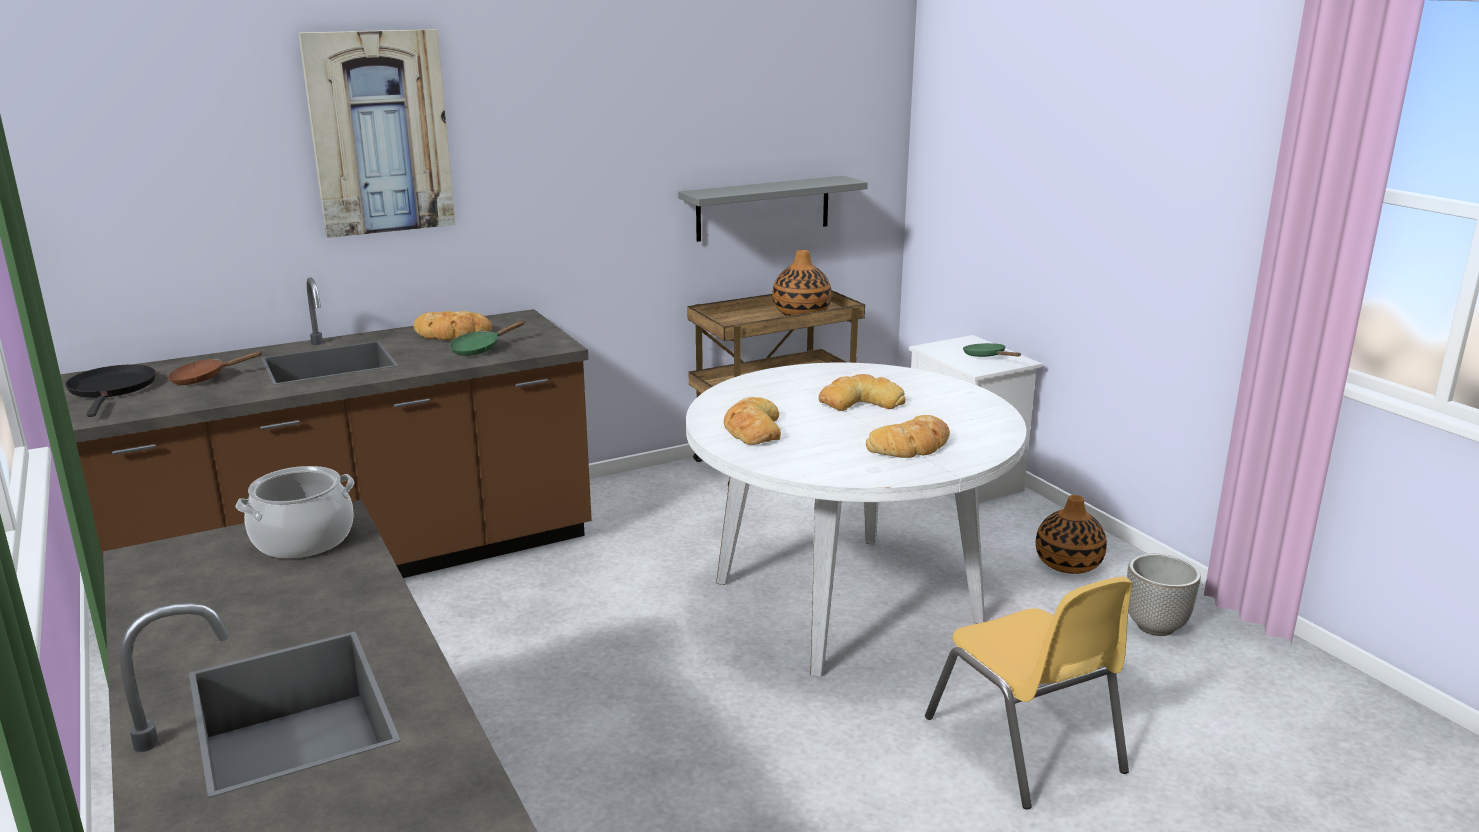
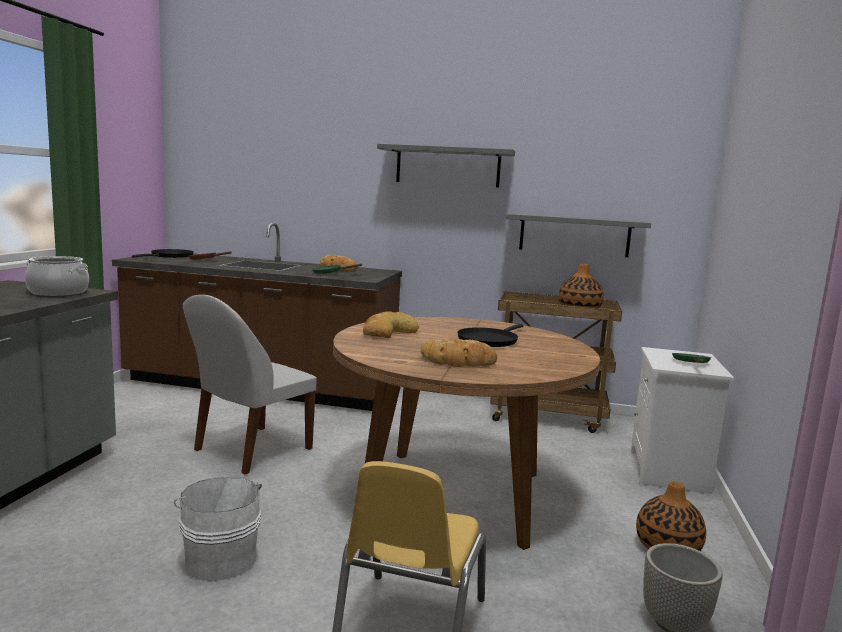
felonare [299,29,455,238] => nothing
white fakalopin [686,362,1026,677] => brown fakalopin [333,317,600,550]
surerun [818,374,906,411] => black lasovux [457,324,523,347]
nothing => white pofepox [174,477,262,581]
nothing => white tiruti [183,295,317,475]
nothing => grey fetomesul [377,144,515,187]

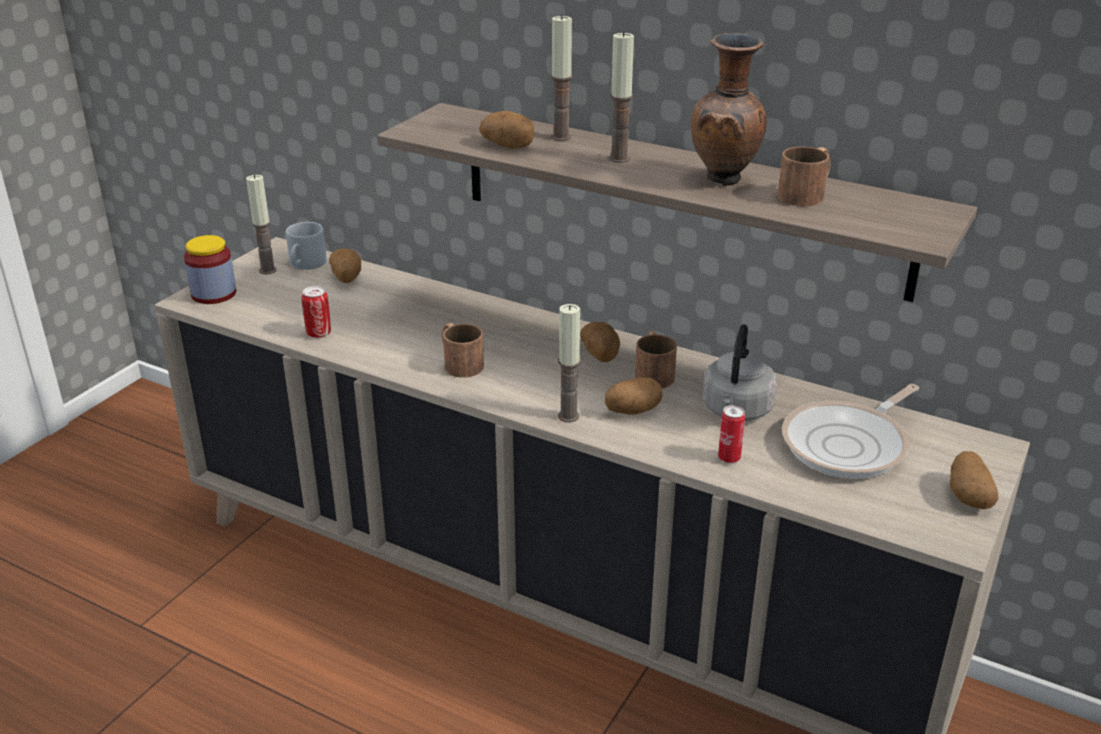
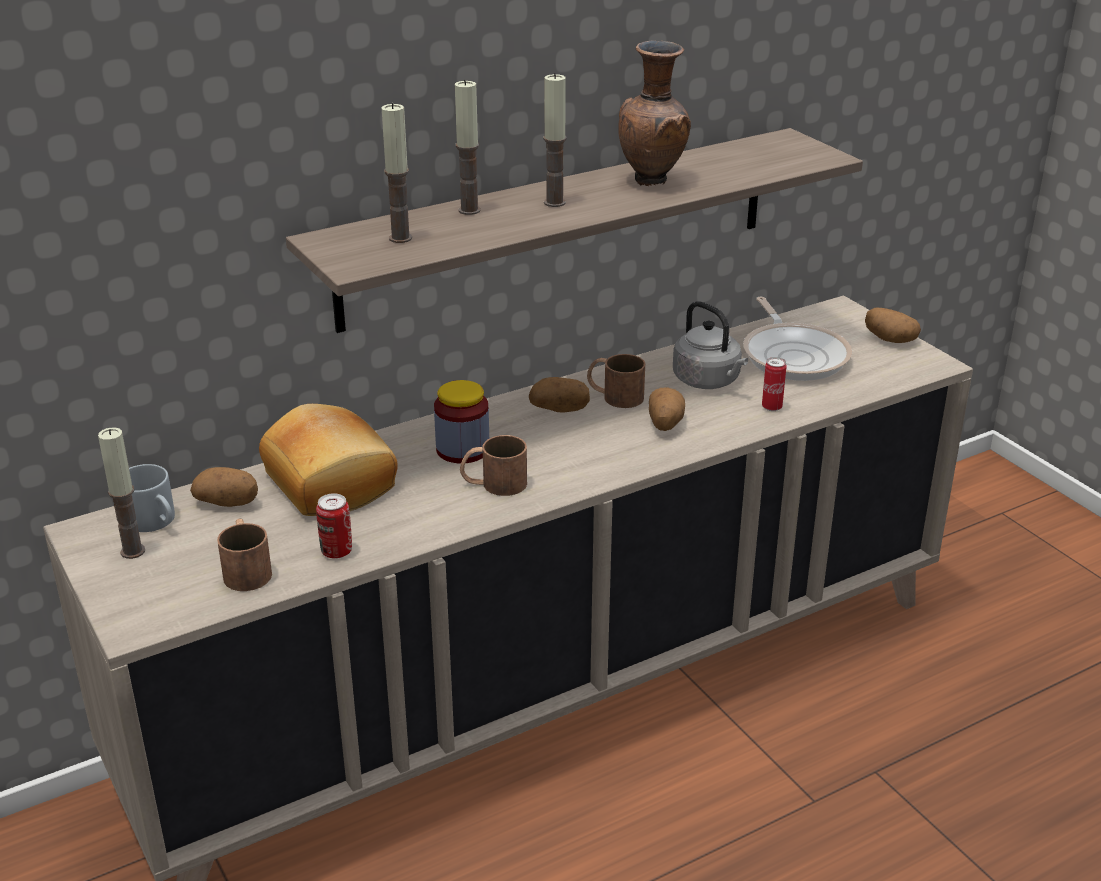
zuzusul [184,235,236,304] => zuzusul [434,380,489,463], shifted
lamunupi [479,111,535,149] => nothing
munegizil [558,304,581,422] => munegizil [381,103,412,243], shifted
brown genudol [778,147,830,207] => brown genudol [217,518,272,591], shifted
nothing => surerun [259,404,398,516]

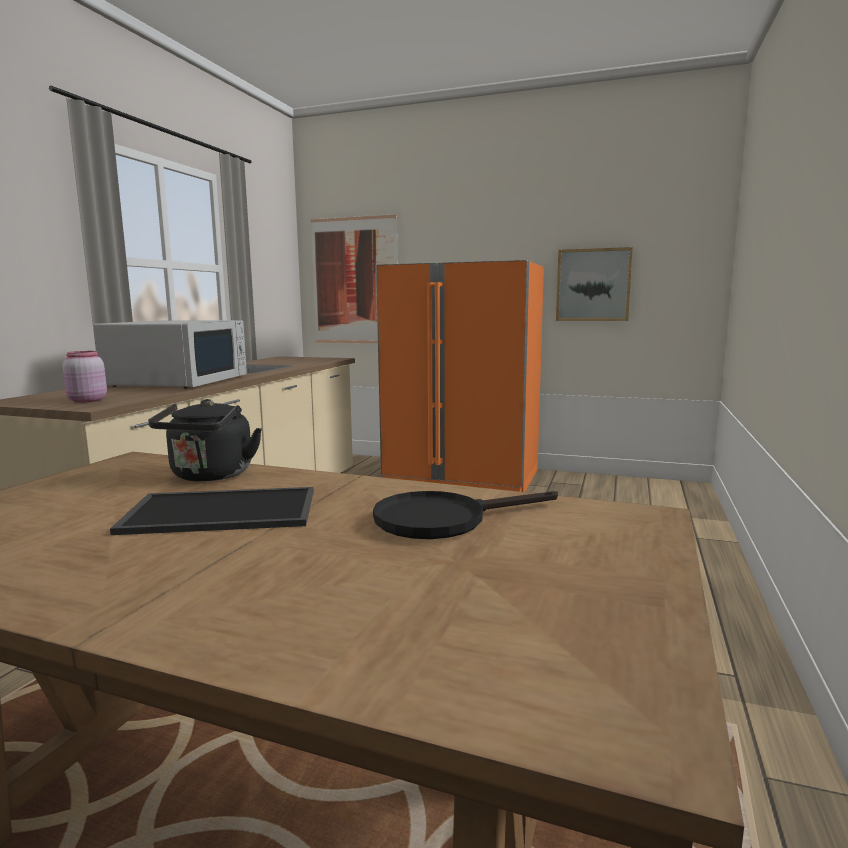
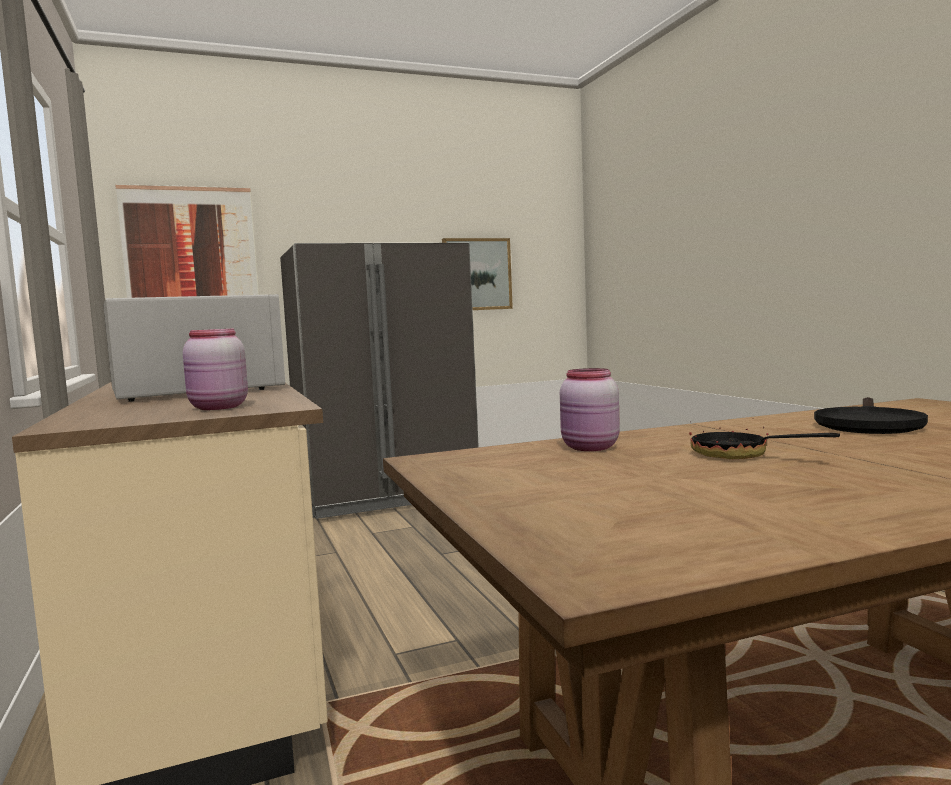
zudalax [110,487,313,535] => lasovux [689,418,840,459]
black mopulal [148,399,262,482] => pink zuzusul [560,368,620,451]
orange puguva [376,260,544,492] => grey puguva [280,243,479,519]

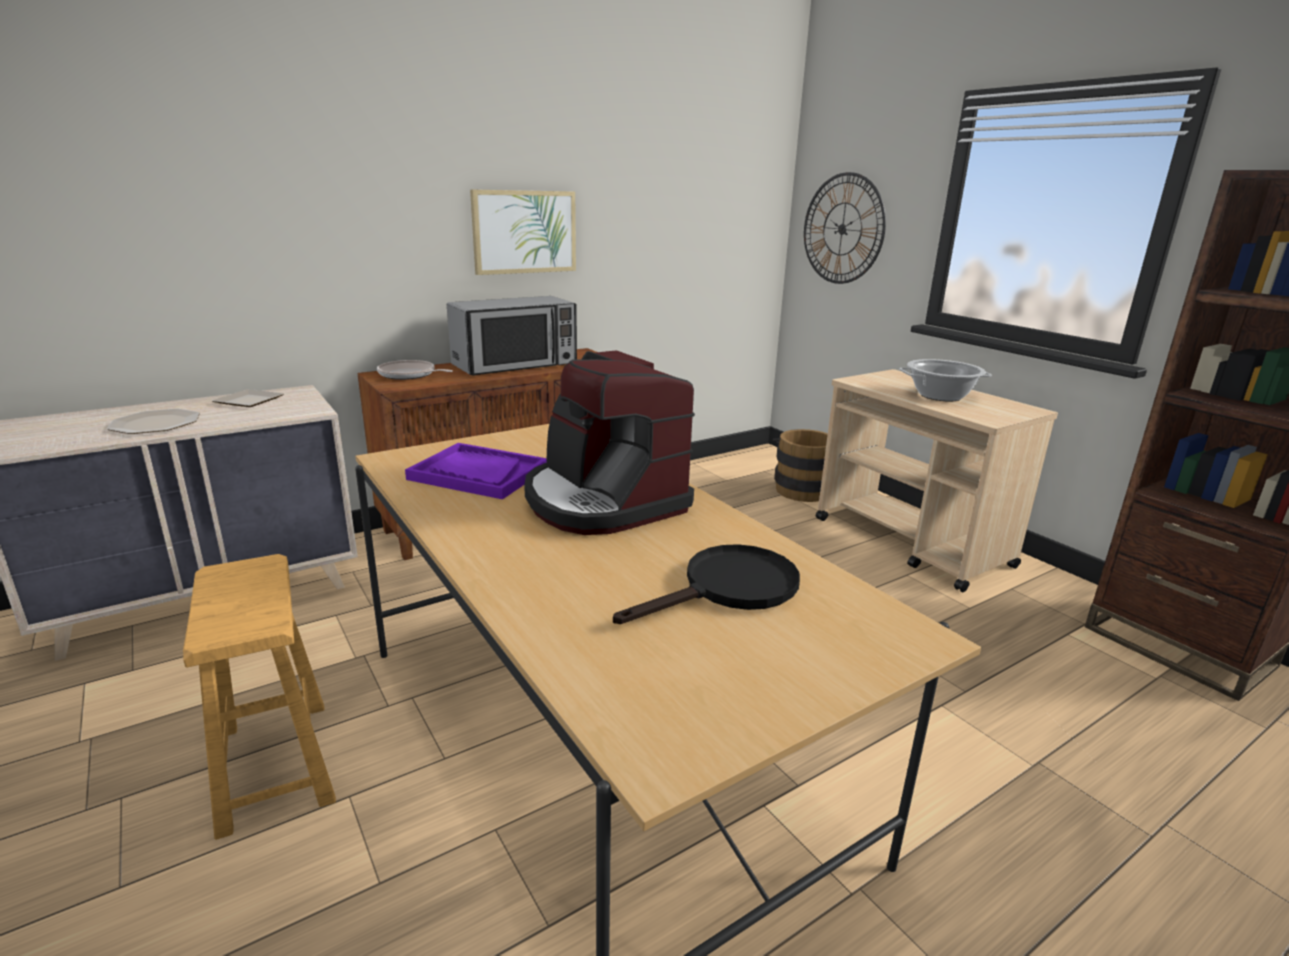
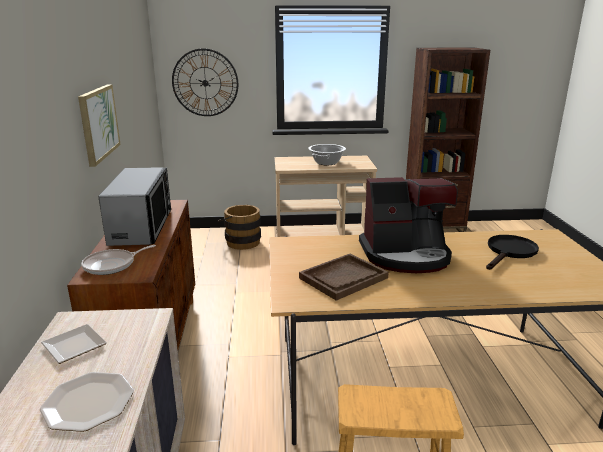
purple zudalax [405,443,547,499] => brown zudalax [299,254,389,301]
black lasovux [613,544,800,624] => black lasovux [486,235,539,270], 45 degrees clockwise

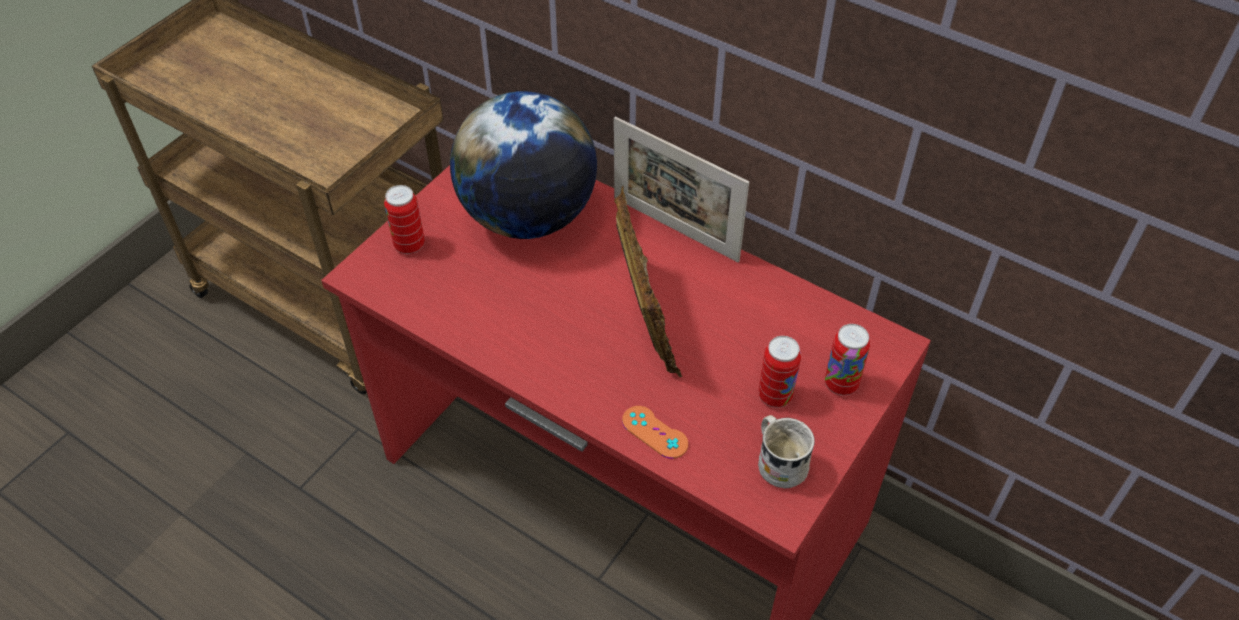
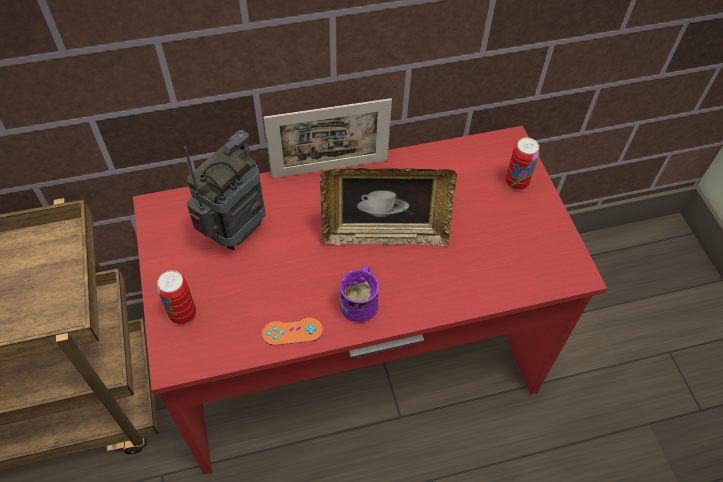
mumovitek [450,91,597,239] => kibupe [184,130,265,250]
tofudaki [614,185,682,377] => tofudaki [320,168,457,247], 150 degrees clockwise
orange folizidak [622,406,688,459] => orange folizidak [262,318,323,346], shifted
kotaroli [758,336,801,408] => nothing
white genudol [758,415,815,488] => nothing
nothing => purple genudol [340,266,379,322]

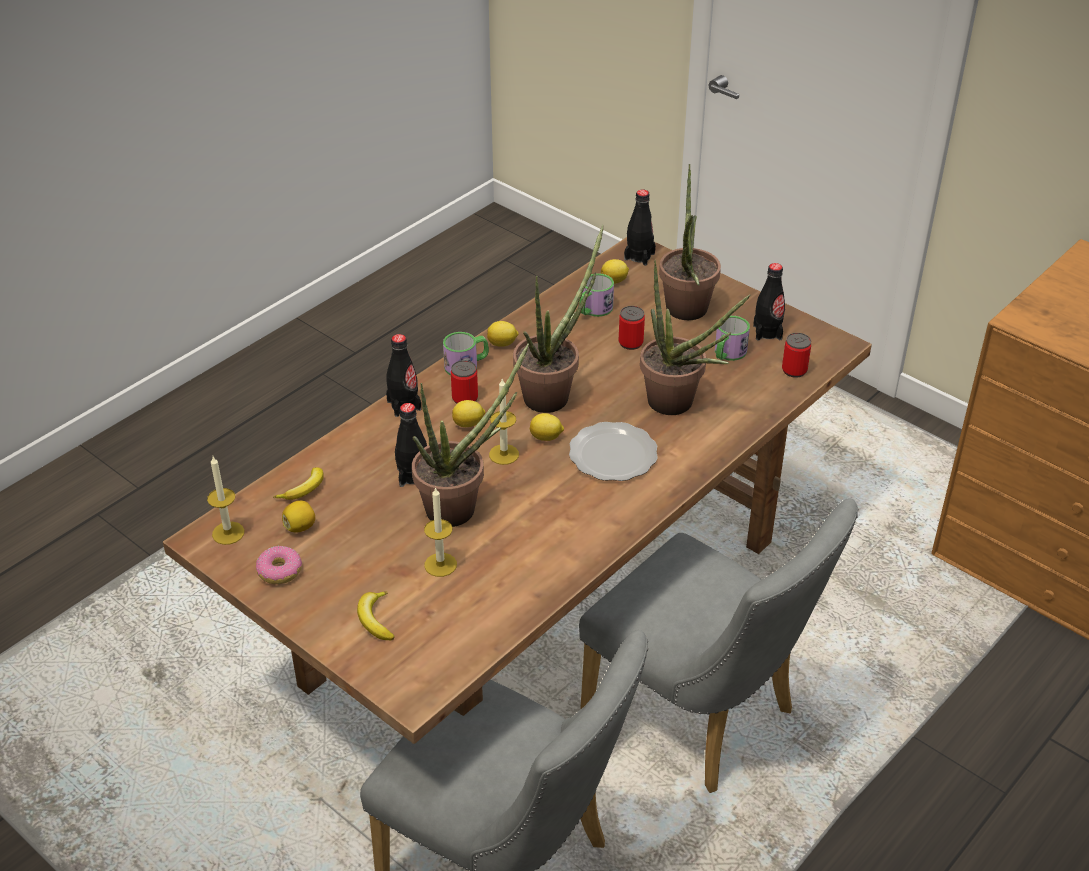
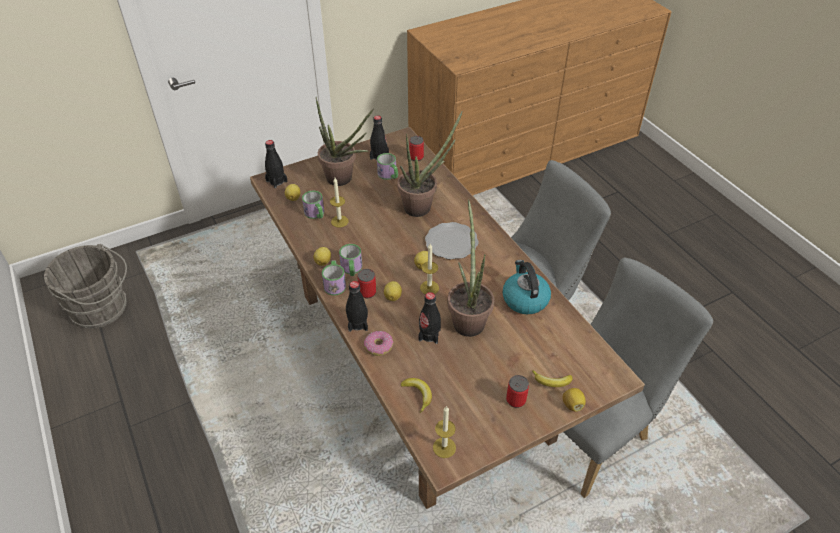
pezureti [256,546,302,584] => pezureti [364,331,393,356], shifted
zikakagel [282,500,315,532] => zikakagel [562,388,586,412], shifted
munegizil [424,487,457,577] => munegizil [330,178,348,228], shifted
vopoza [513,225,604,413] => nothing
kotaroli [619,306,645,350] => kotaroli [506,375,529,408], shifted
nothing => grey pofepox [44,244,127,329]
nothing => genudol [339,244,362,276]
nothing => mopulal [503,260,551,314]

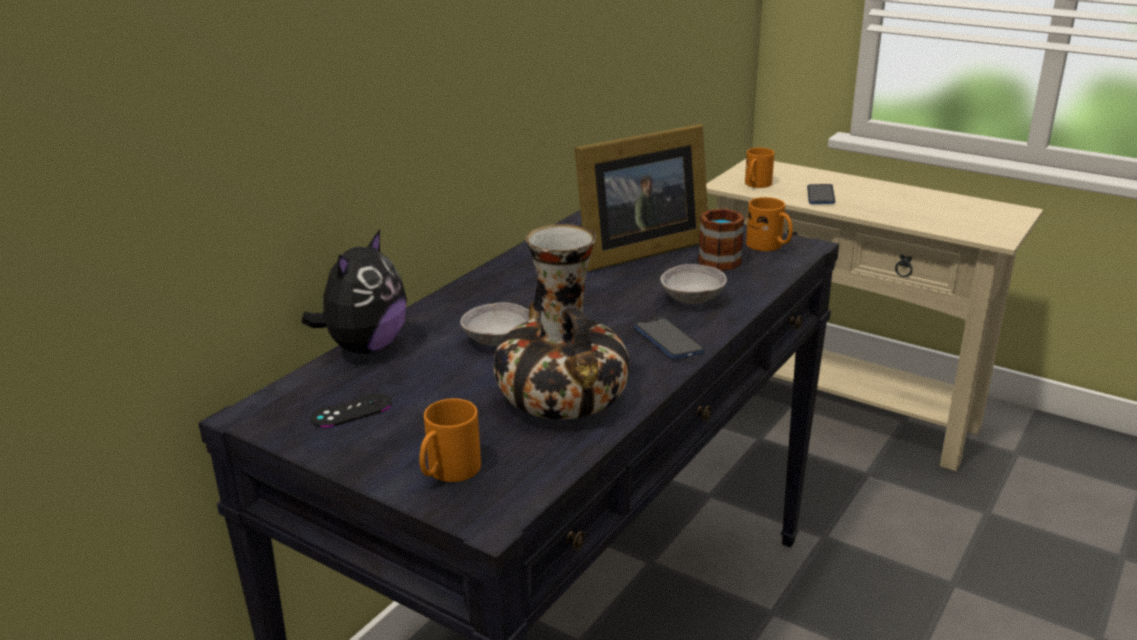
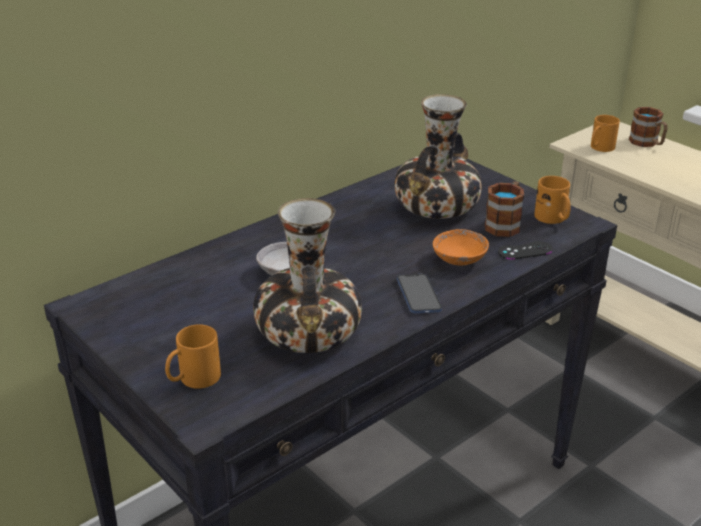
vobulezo [301,229,407,354] => nothing
black folizidak [310,393,392,428] => black folizidak [498,241,553,260], shifted
tofudaki [575,124,708,271] => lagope [394,94,482,219]
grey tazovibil [661,264,727,304] => orange tazovibil [433,229,489,265]
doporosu [807,184,835,204] => nothing
nothing => genudol [629,107,667,147]

